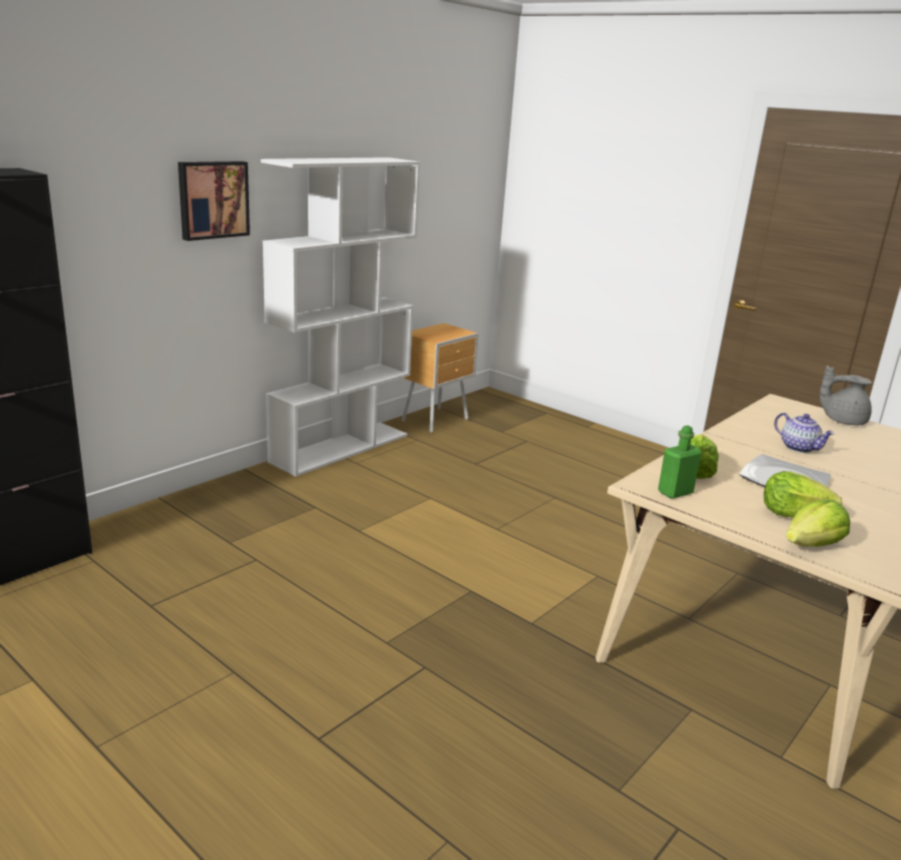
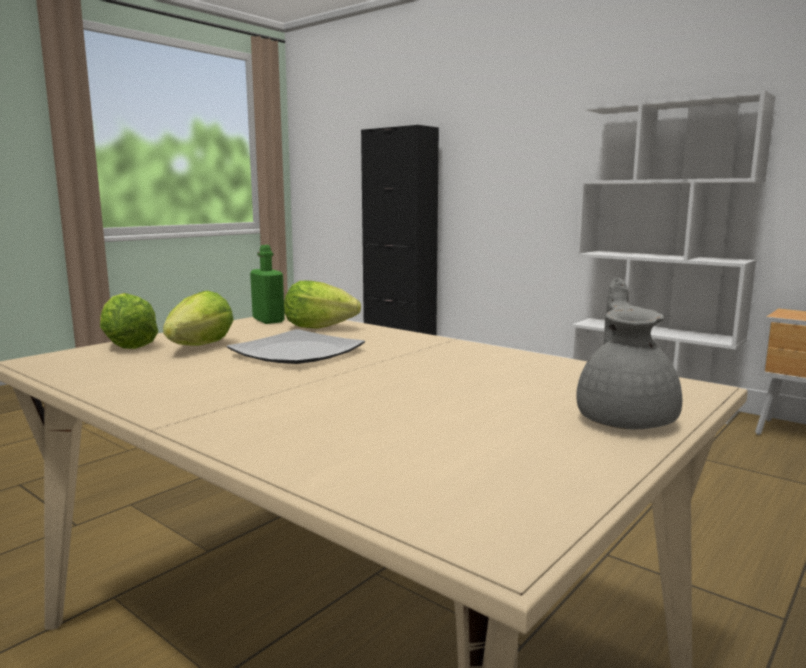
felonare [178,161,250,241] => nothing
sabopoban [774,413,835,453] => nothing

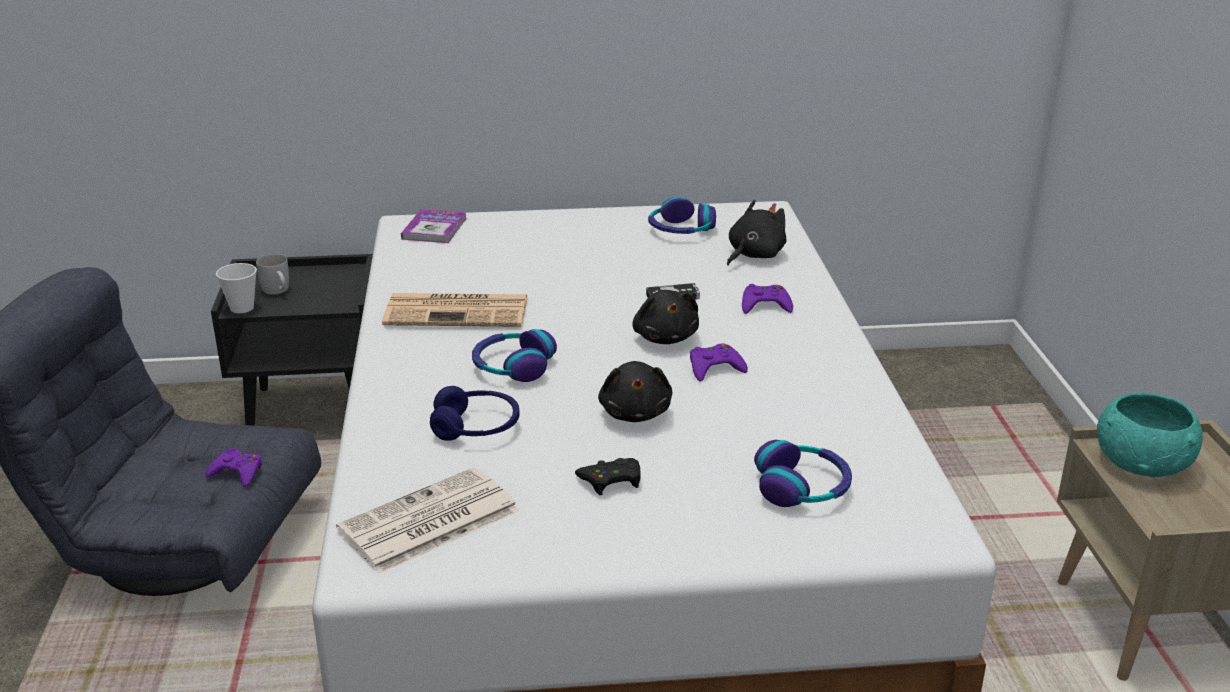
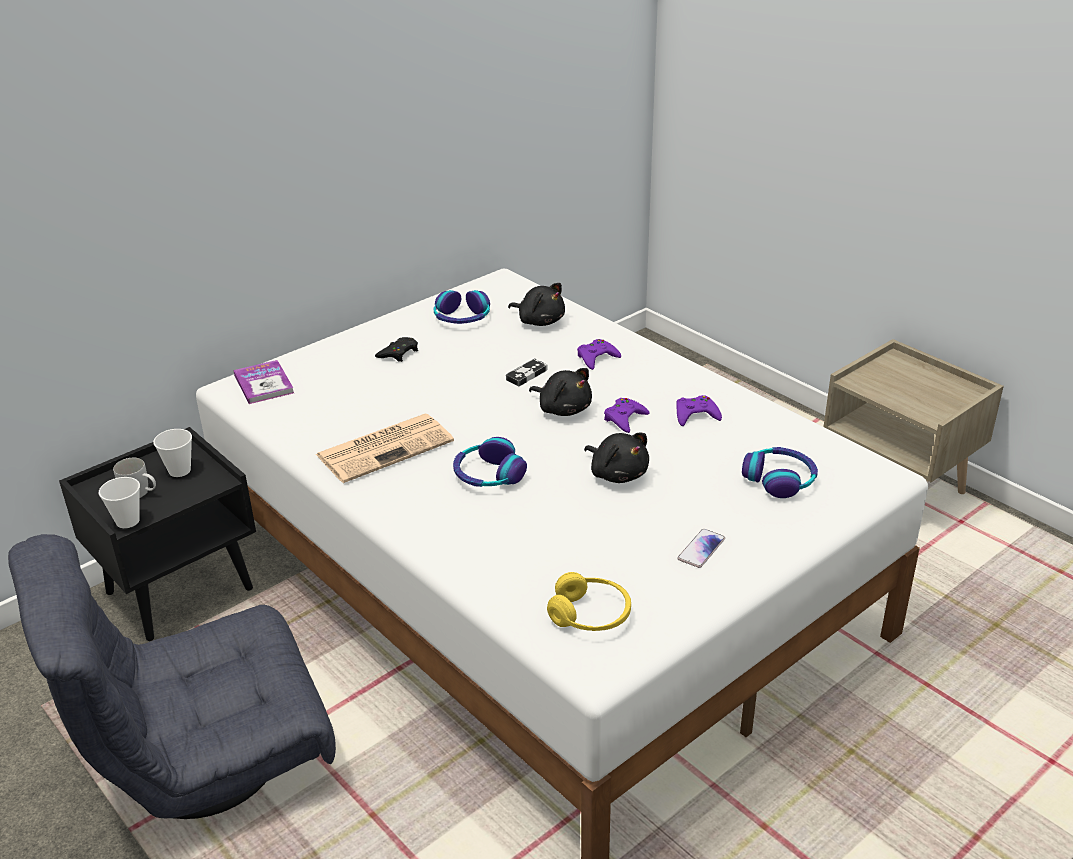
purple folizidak [205,447,262,487] => purple folizidak [676,395,722,426], shifted
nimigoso [336,467,519,574] => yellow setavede [547,572,631,631]
blue setavede [430,386,519,441] => nothing
black folizidak [575,458,641,495] => black folizidak [375,337,418,362], shifted
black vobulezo [727,200,787,266] => black vobulezo [508,283,565,326], 120 degrees clockwise
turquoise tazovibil [1097,392,1203,477] => nothing
nothing => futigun [153,429,192,477]
nothing => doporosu [678,529,725,568]

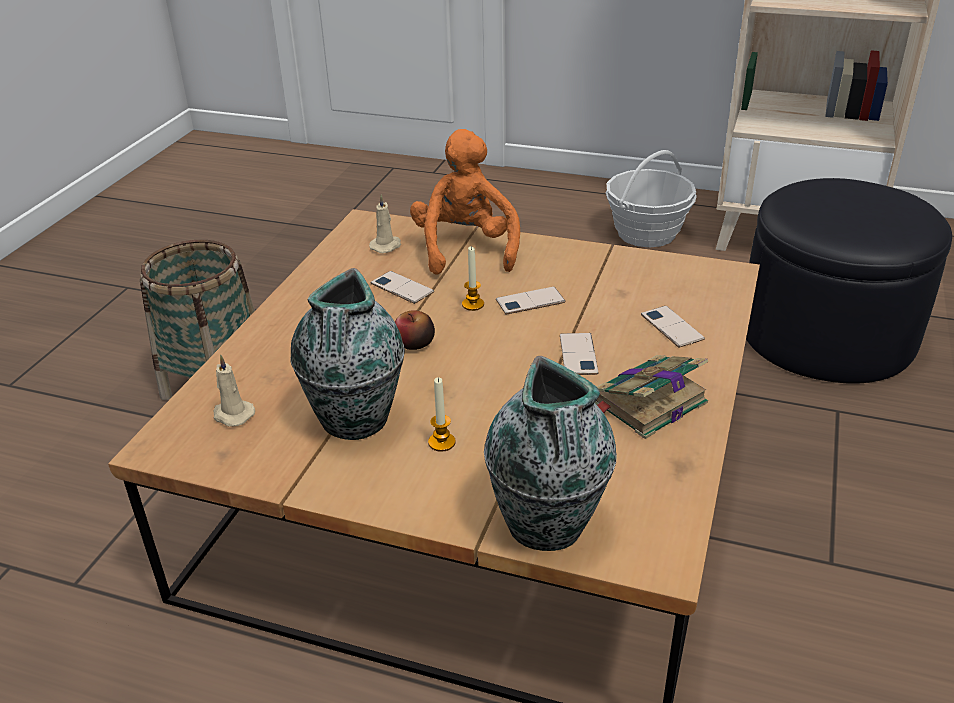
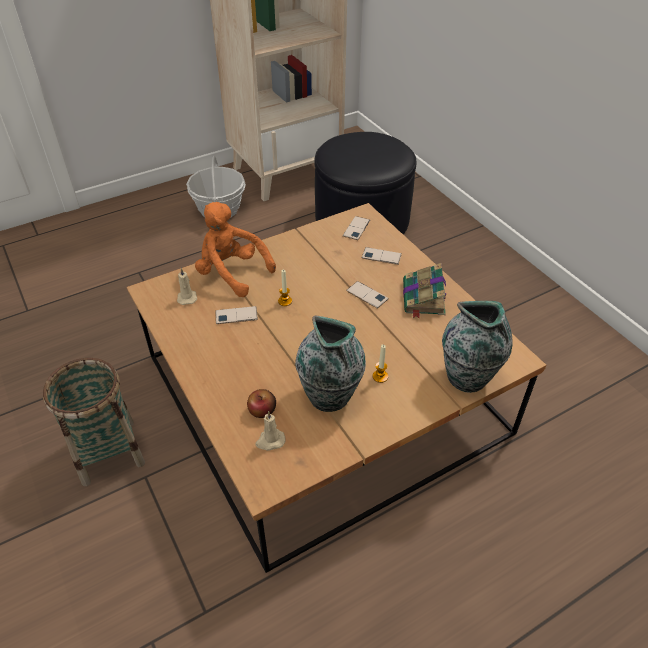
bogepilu [395,310,435,350] => bogepilu [247,389,276,418], shifted
doporosu [496,287,566,314] => doporosu [343,216,370,240], shifted

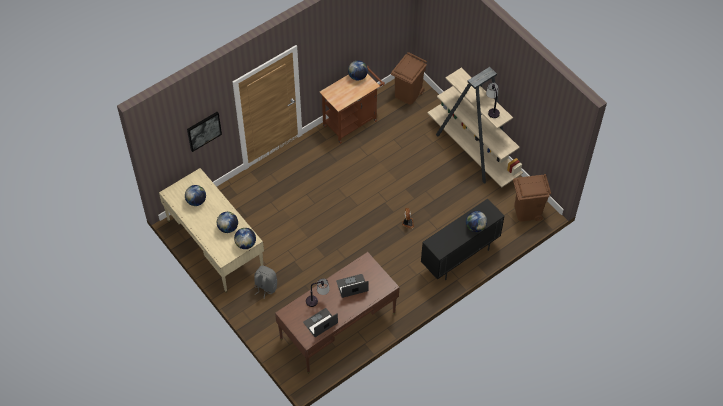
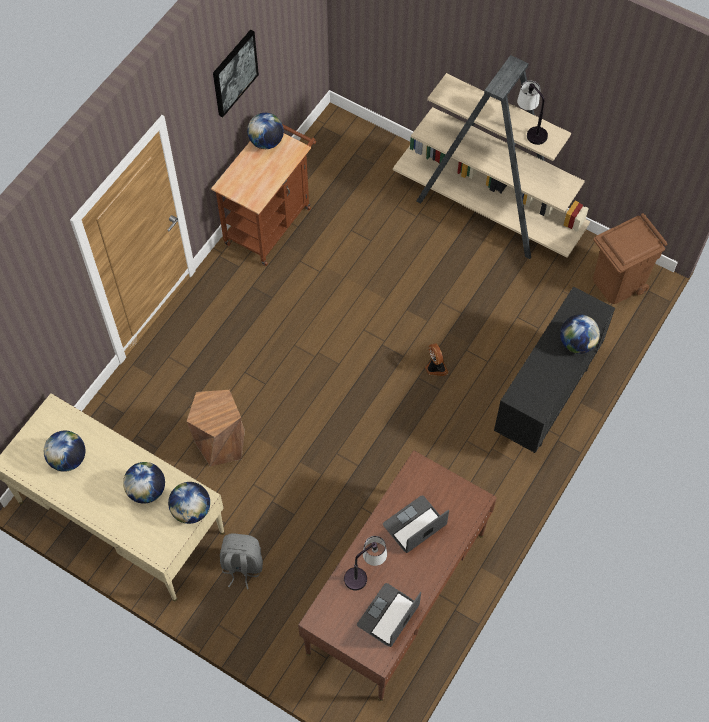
felonare [187,112,222,152] => felonare [213,30,259,117], shifted
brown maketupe [391,52,427,104] => nothing
nothing => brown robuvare [187,390,245,466]

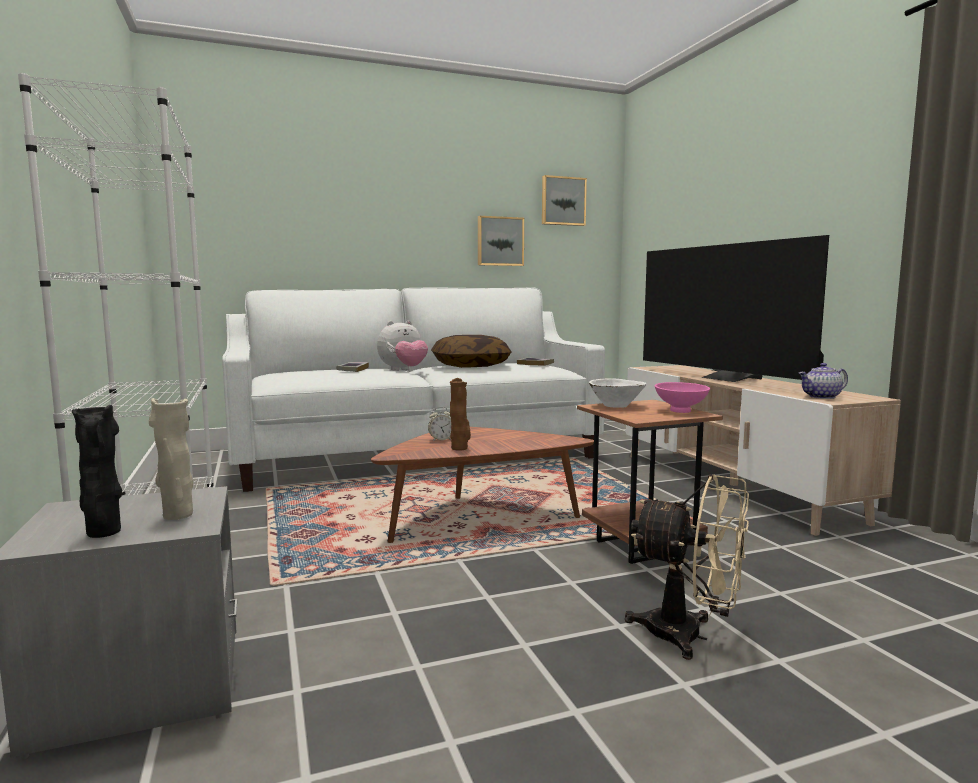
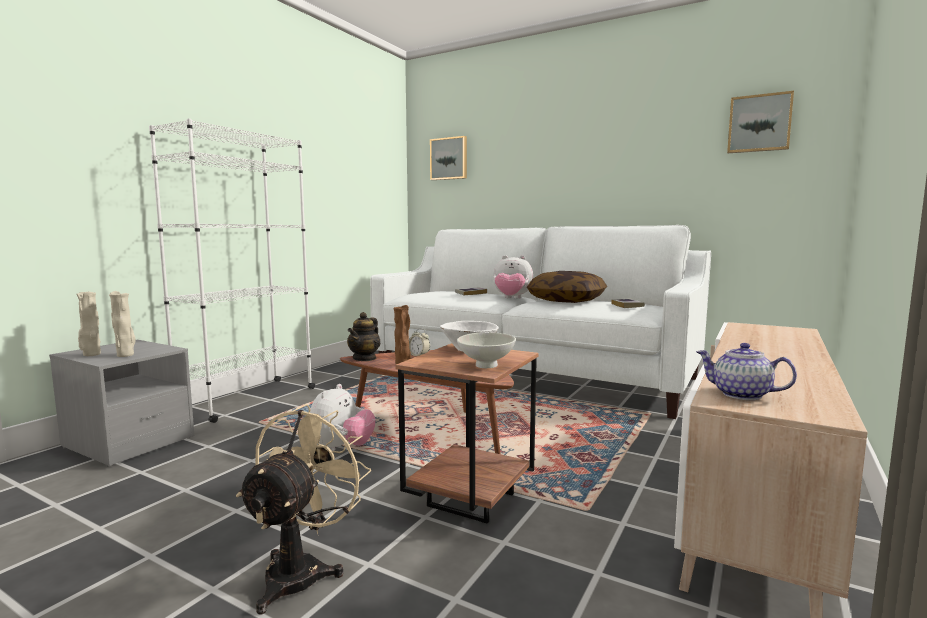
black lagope [72,405,122,538] => beige lagope [77,292,101,356]
felonare [478,216,524,266] => felonare [430,136,467,180], shifted
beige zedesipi [625,475,749,660] => beige zedesipi [236,404,371,615], 150 degrees counterclockwise
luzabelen [643,235,829,382] => nothing
pink tazovibil [655,382,710,413] => white tazovibil [457,332,516,368]
nothing => vobulezo [310,384,376,451]
nothing => sabopoban [347,312,380,361]

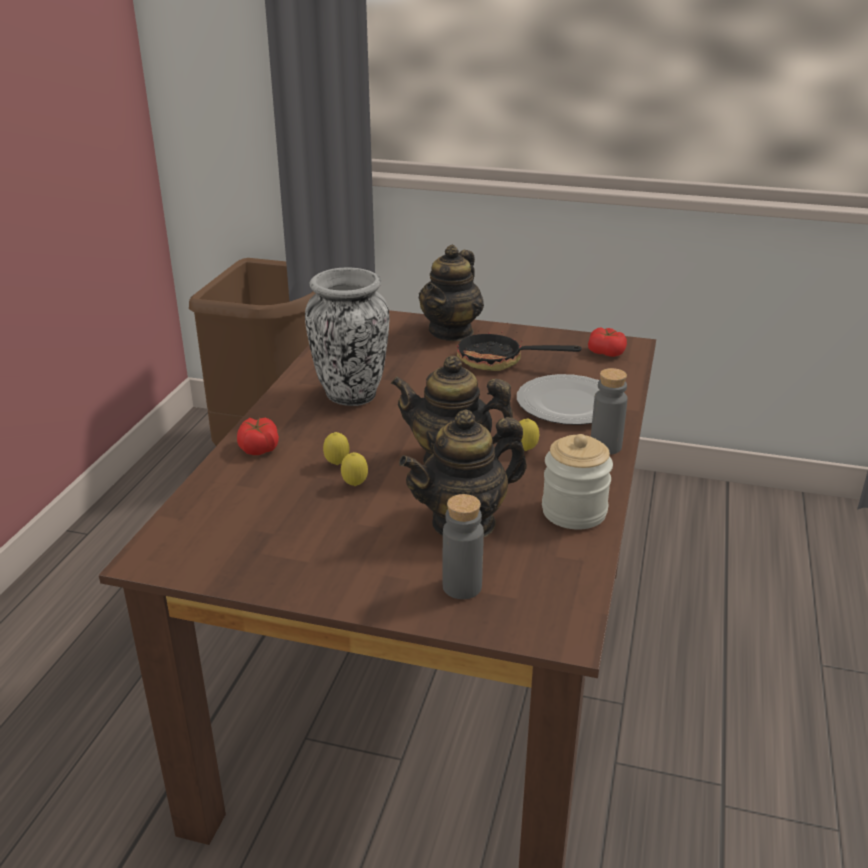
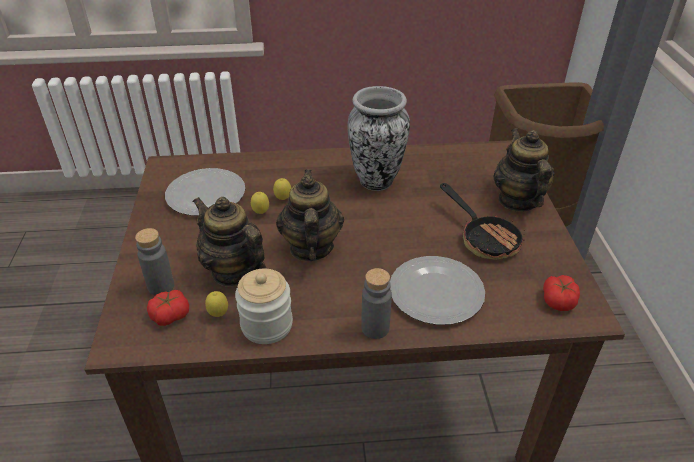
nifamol [237,418,279,455] => nifamol [147,290,189,326], shifted
sabopoban [418,245,484,341] => sabopoban [494,129,555,212], 75 degrees clockwise
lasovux [457,330,582,371] => lasovux [440,183,525,260], 150 degrees clockwise
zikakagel [519,418,539,451] => zikakagel [205,291,228,317], shifted
nothing => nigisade [165,168,245,216]

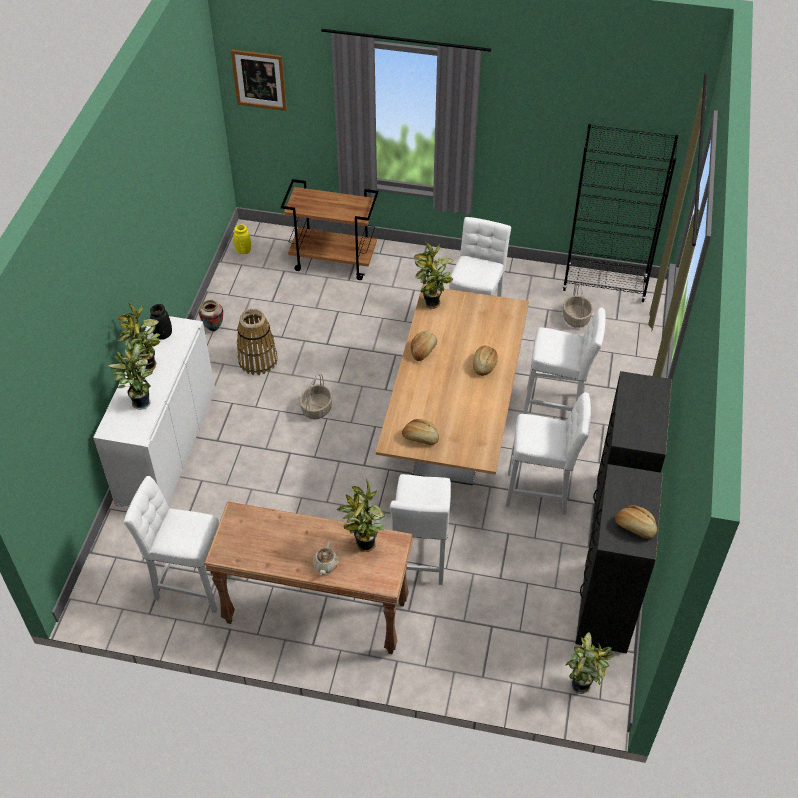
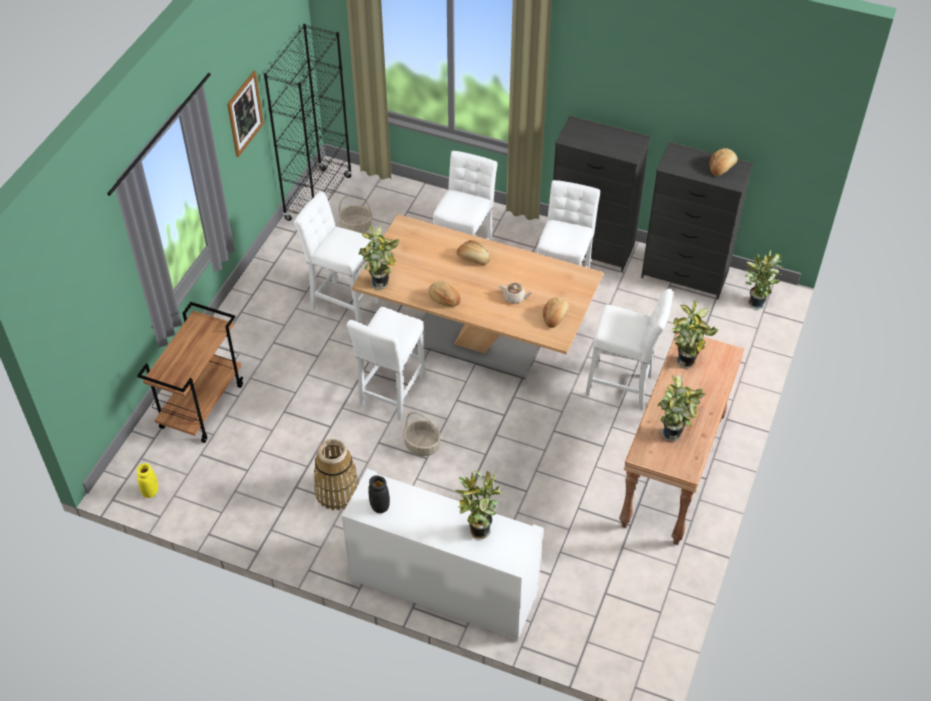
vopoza [117,303,160,371] => vopoza [657,375,705,441], shifted
white robuvare [124,476,232,613] => white robuvare [347,307,426,421], shifted
lagope [199,299,223,331] => nothing
felonare [231,49,287,111] => felonare [227,71,264,157], shifted
beige sabopoban [313,542,338,575] => beige sabopoban [499,283,532,304], shifted

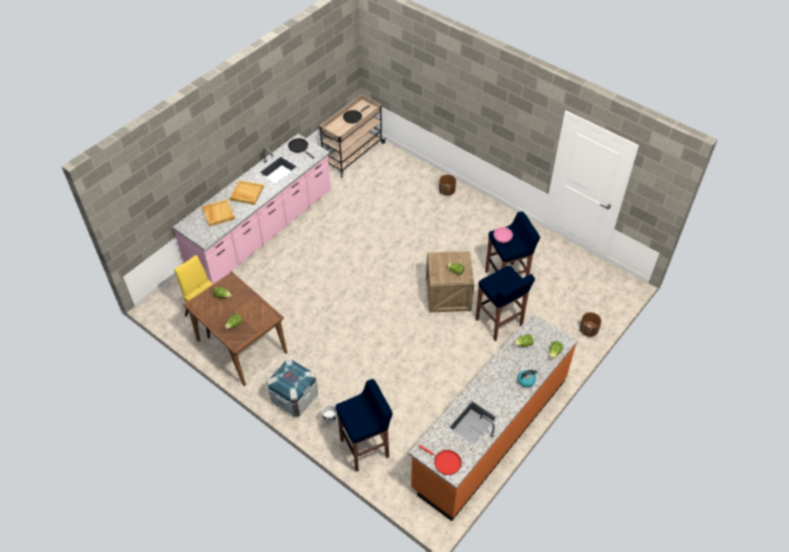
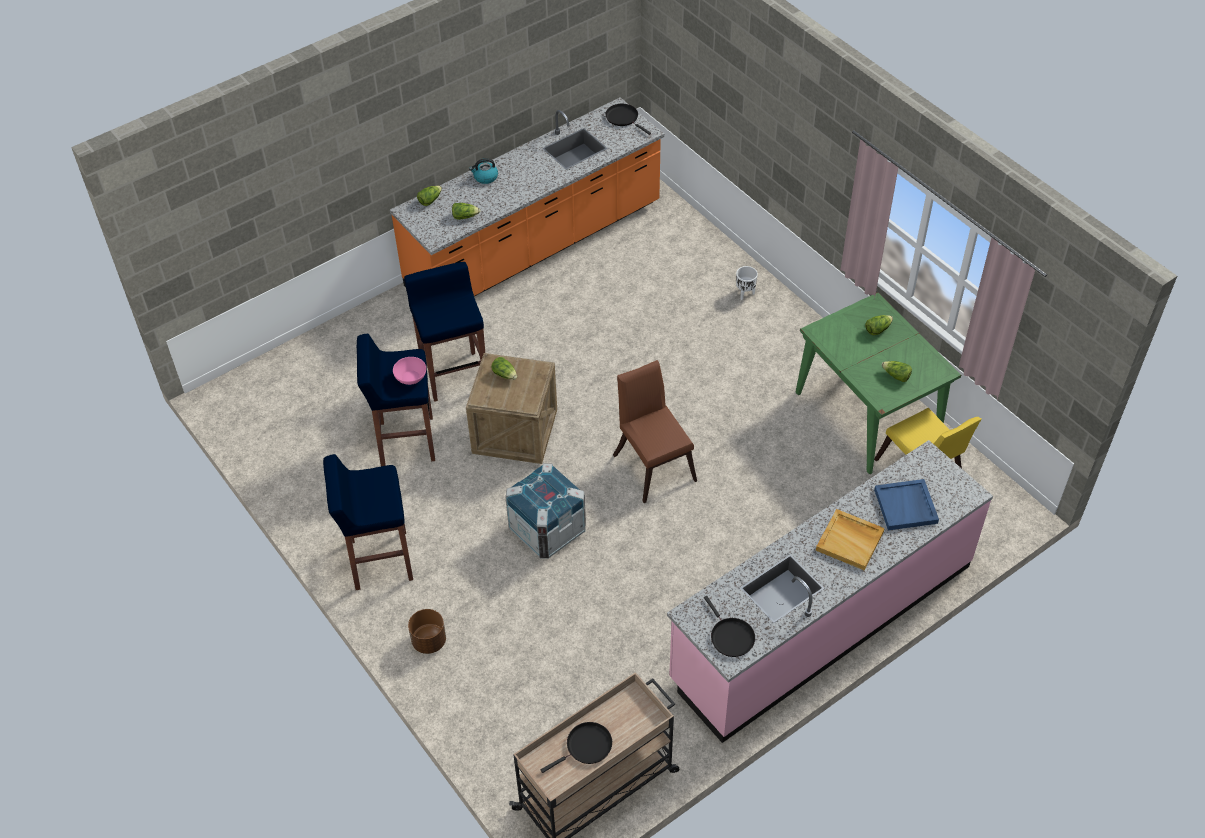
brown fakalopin [183,272,288,386] => green fakalopin [796,292,961,474]
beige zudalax [202,199,235,227] => blue zudalax [874,479,939,530]
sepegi [267,359,318,417] => sepegi [506,463,586,558], shifted
blue robuvare [335,379,393,472] => blue robuvare [323,454,413,590], shifted
red lasovux [419,445,462,475] => black lasovux [605,104,651,135]
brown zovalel [579,312,601,337] => nothing
nothing => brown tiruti [613,360,697,503]

